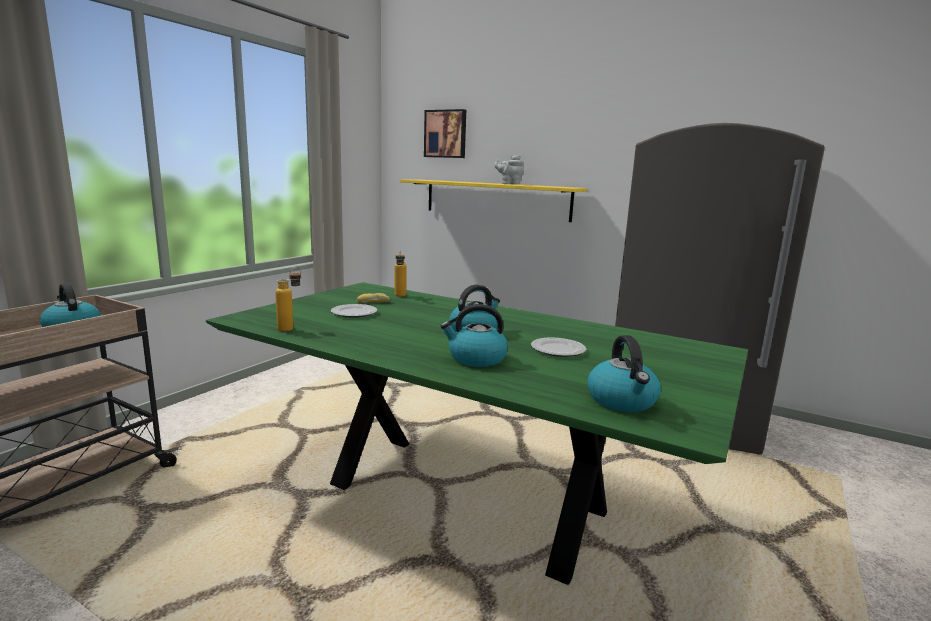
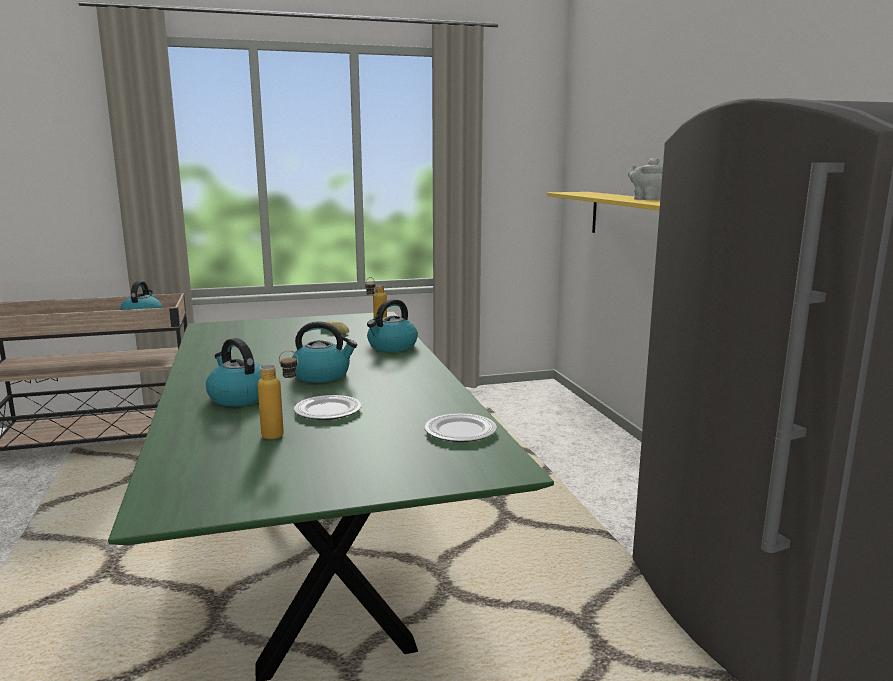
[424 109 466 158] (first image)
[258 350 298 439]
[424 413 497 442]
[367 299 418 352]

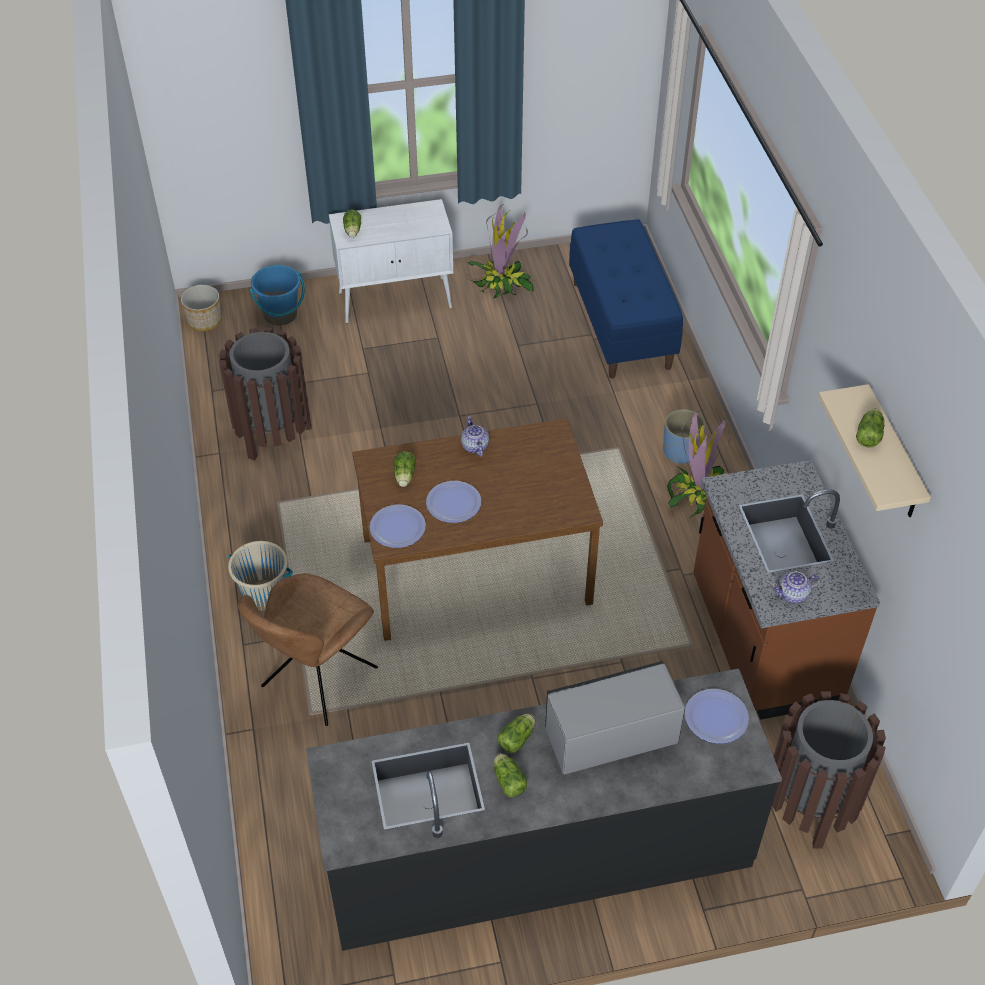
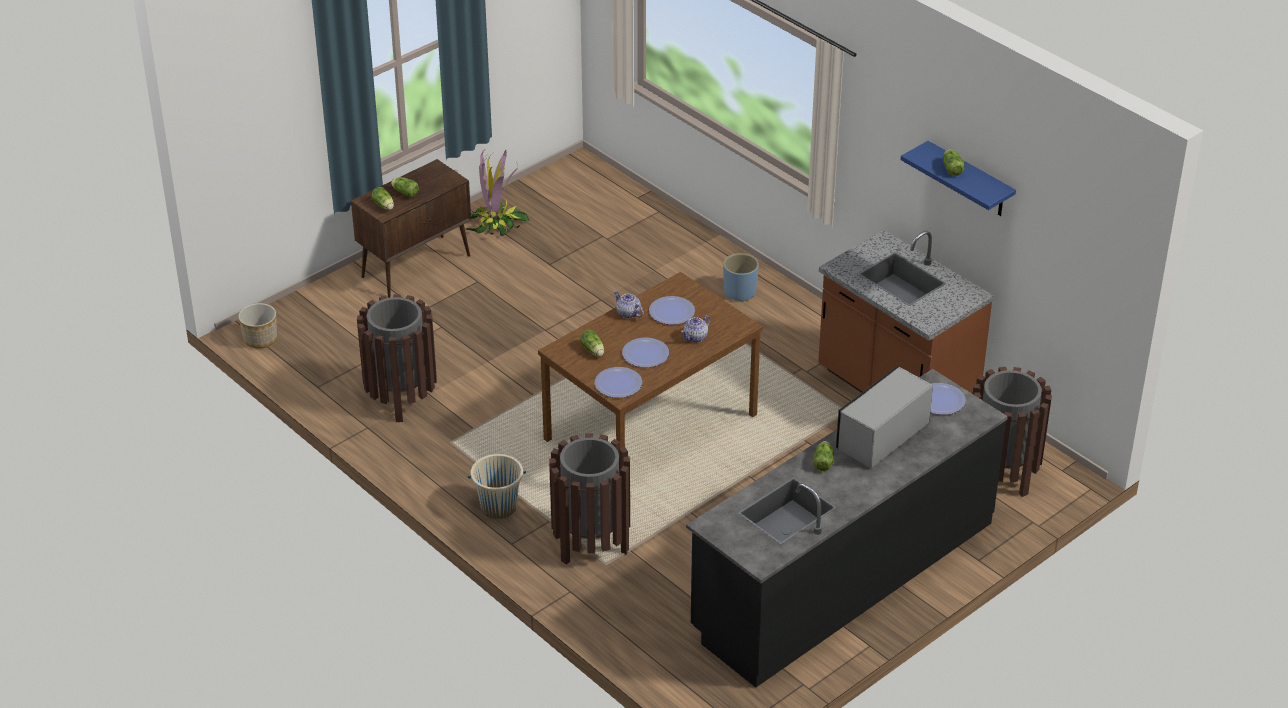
[351 159 471 298]
[569 219 683 379] (first image)
[250 265 305 325] (first image)
[901 141 1016 216]
[667 411 731 518] (first image)
[681 315 711 343]
[549 433 630 565]
[391 177 419 197]
[649 296 695 325]

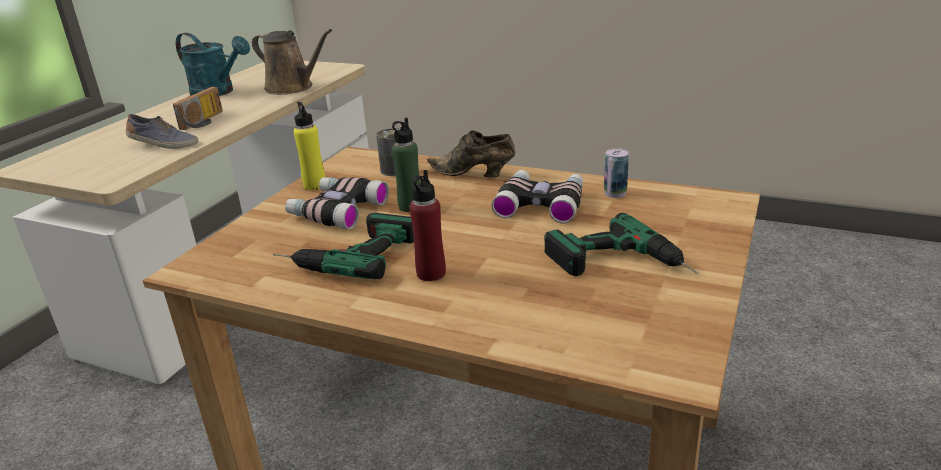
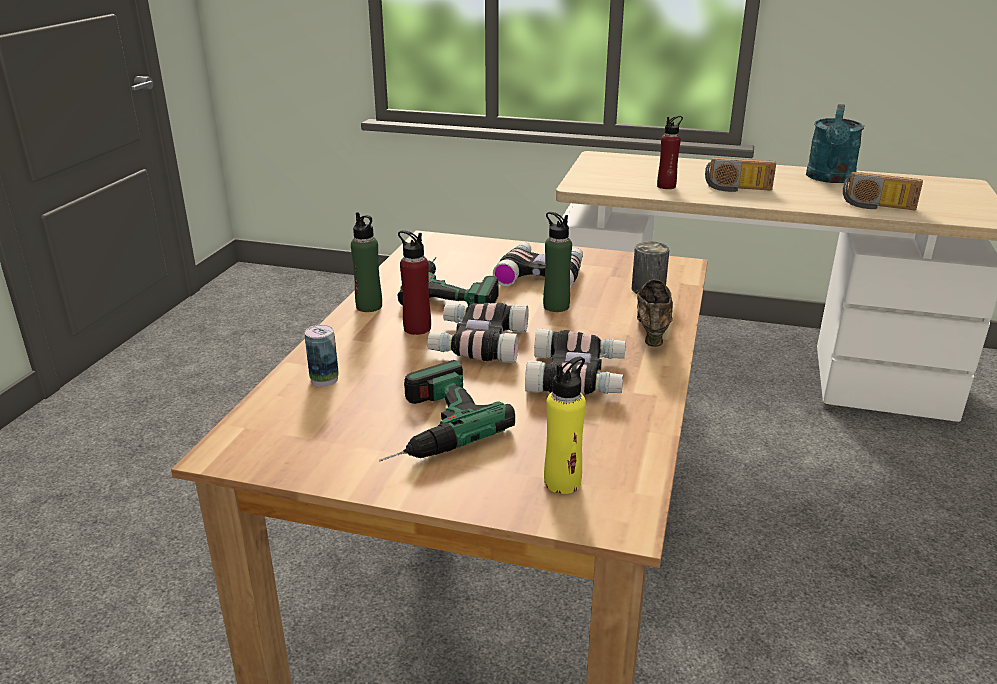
[843 172 923 210]
[544 357 586 494]
[657 116 683 189]
[305 325 339 387]
[351 212 382 312]
[427 303 529 363]

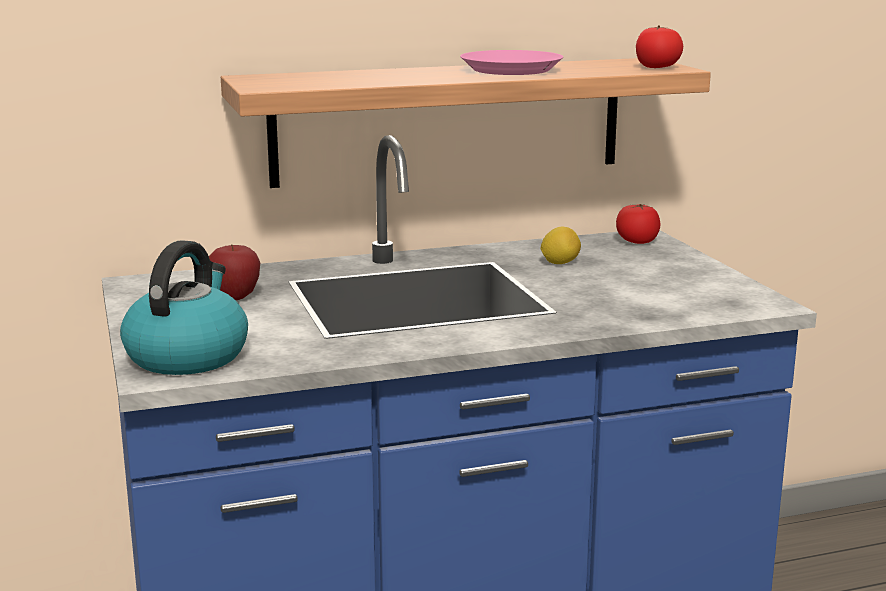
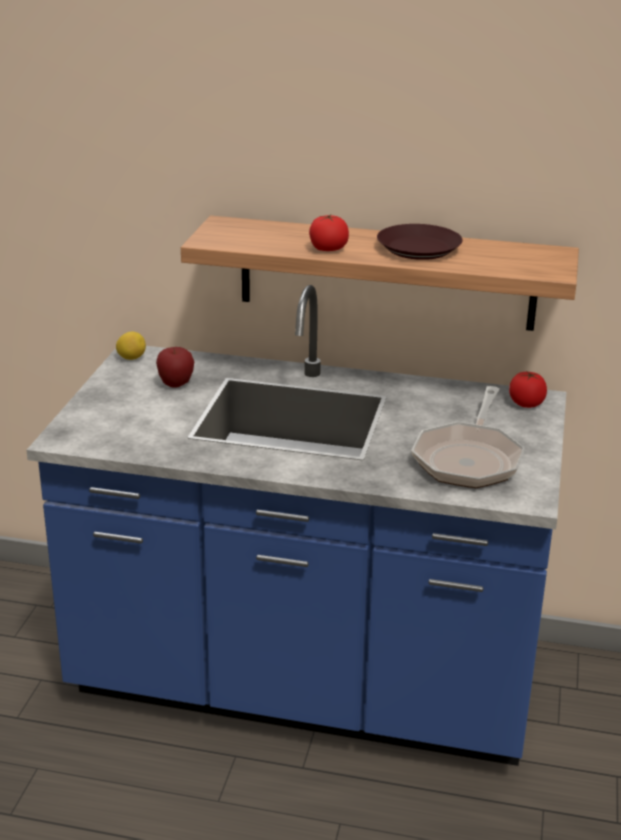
[309 215 349 251]
[377 224 463 260]
[116 332 146 360]
[120 241 248 375] (first image)
[411 386 524 488]

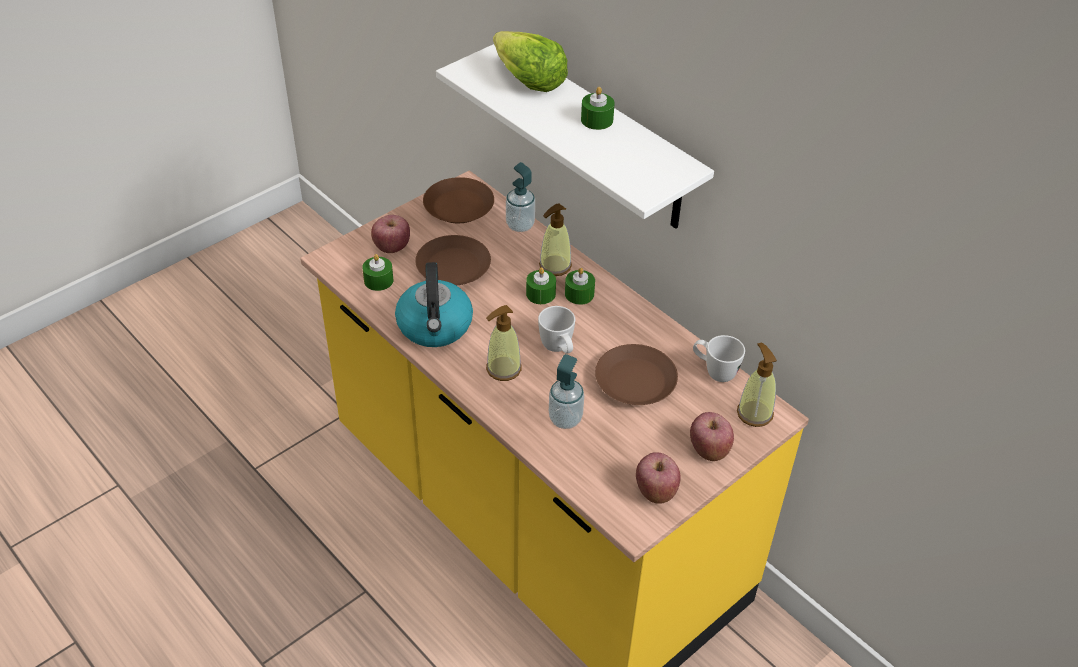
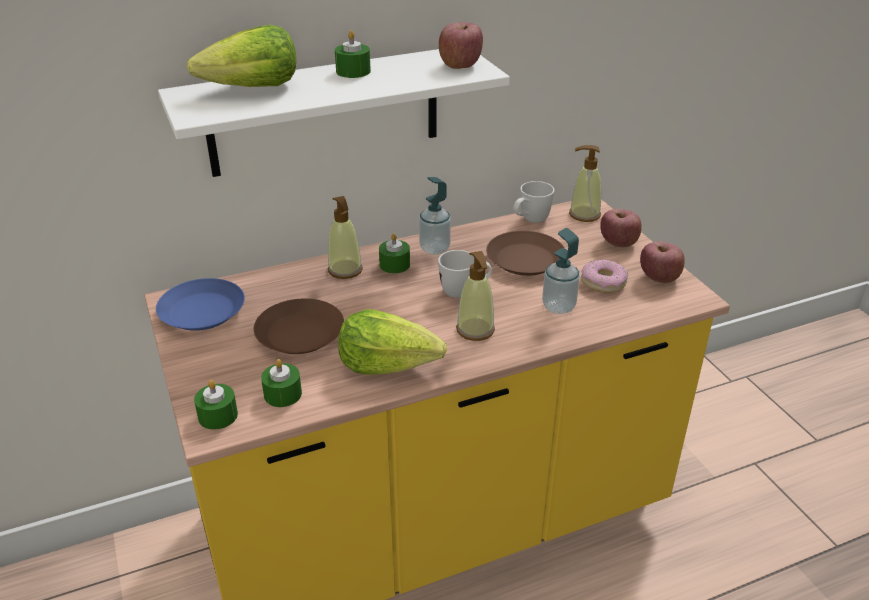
[419 177 451 255]
[156 278 245 331]
[439 22 483 69]
[338 309 447 375]
[194 380 238 430]
[581 259 628 293]

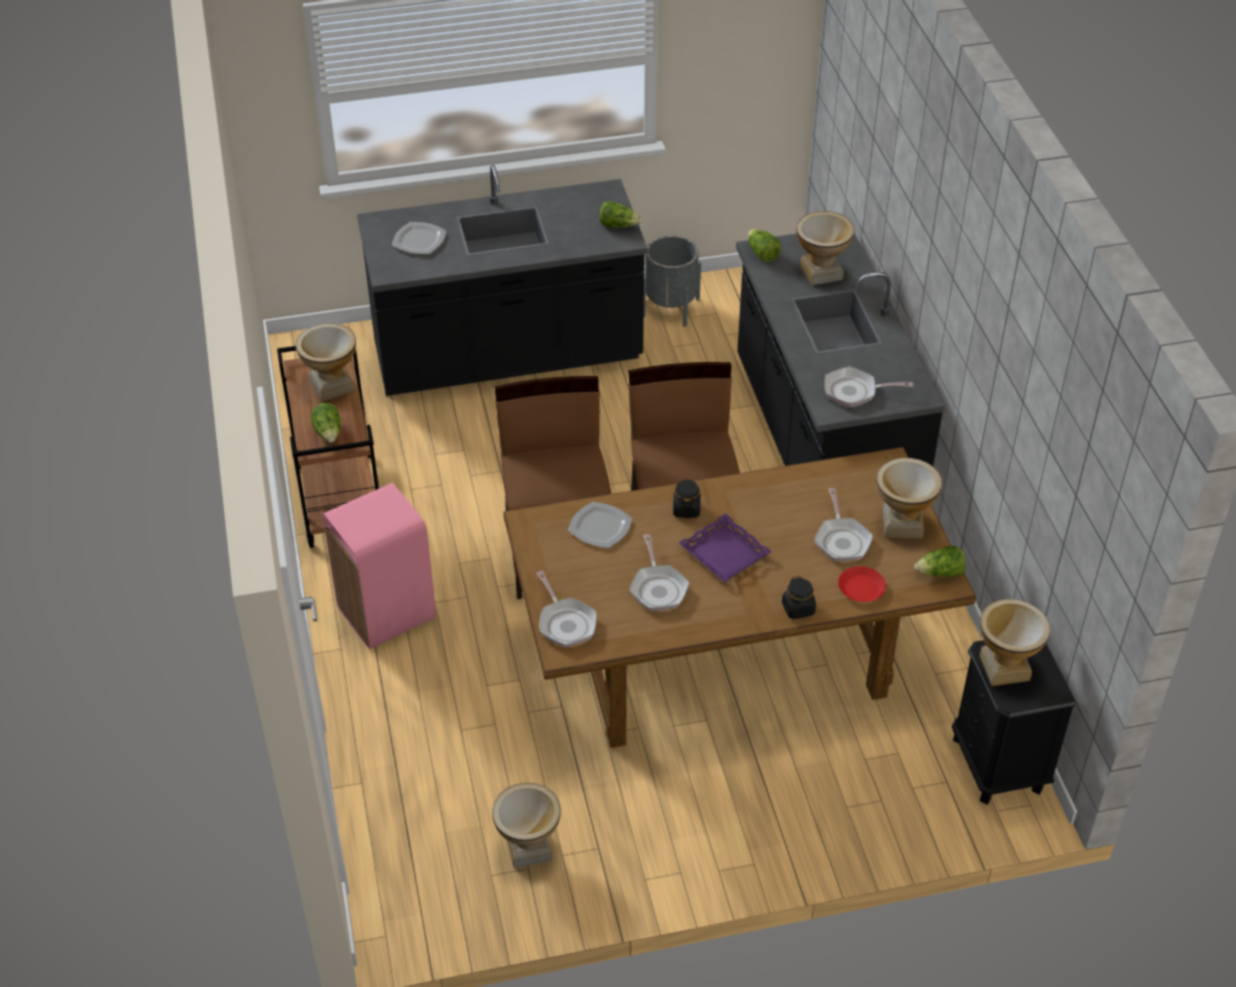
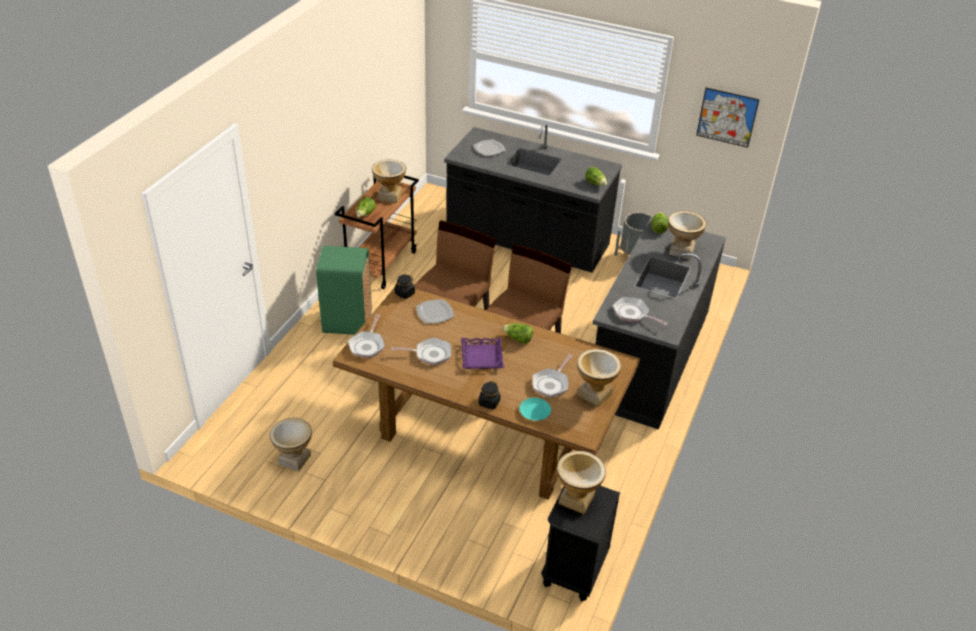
[395 275 415 299]
[316 246 372 335]
[391 337 451 365]
[502 323 533 344]
[519 398 551 421]
[696 87 760 148]

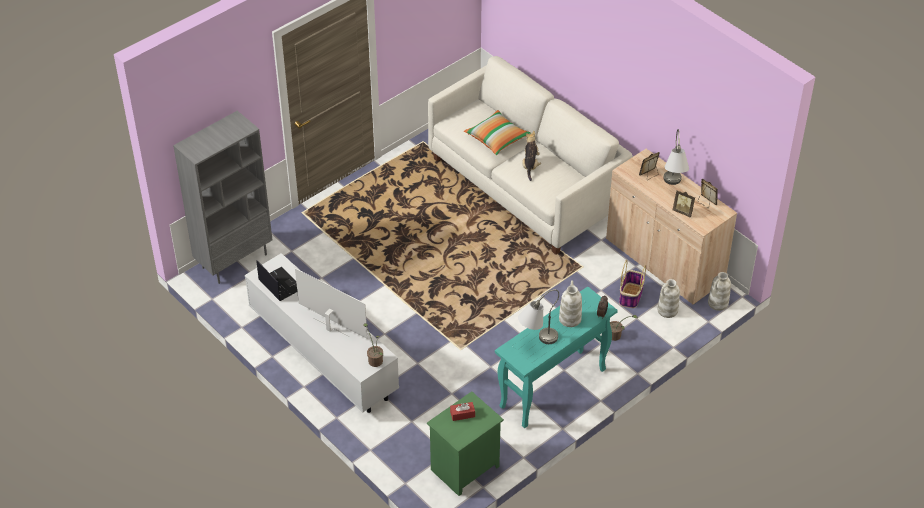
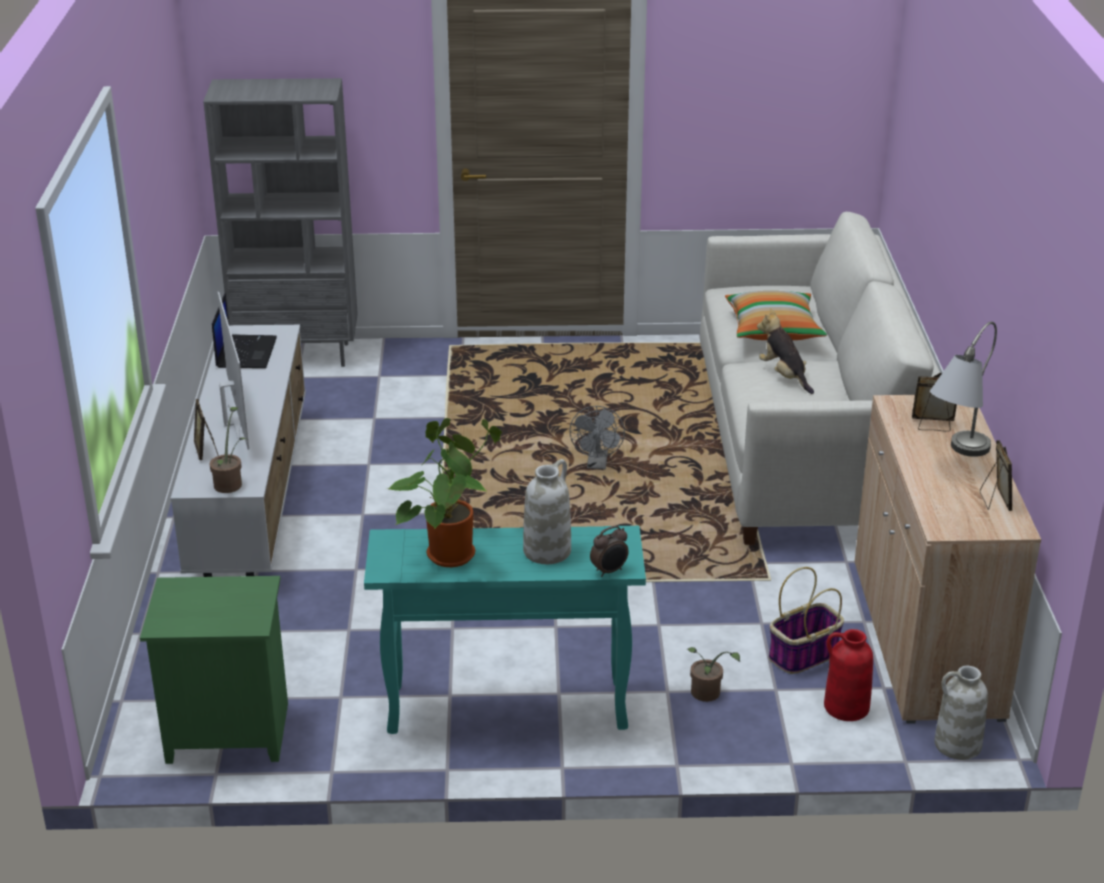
[757 308 814 394]
[194 399 219 460]
[824 629 873 721]
[388 418 502 567]
[450 402 475 421] (first image)
[569 406 625 469]

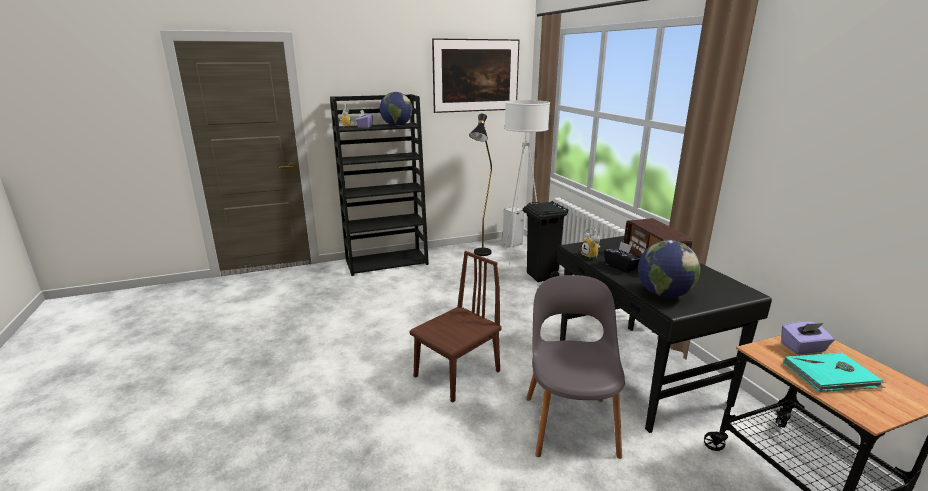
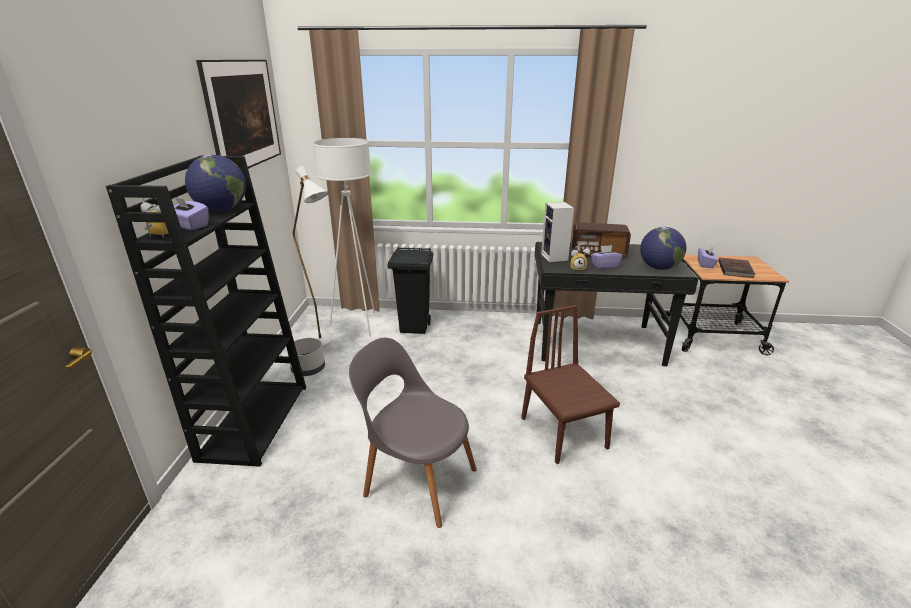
[293 166 332 347]
[541 202 574 262]
[591 245 623 269]
[349 338 477 528]
[718 258 756 278]
[288 338 325 376]

